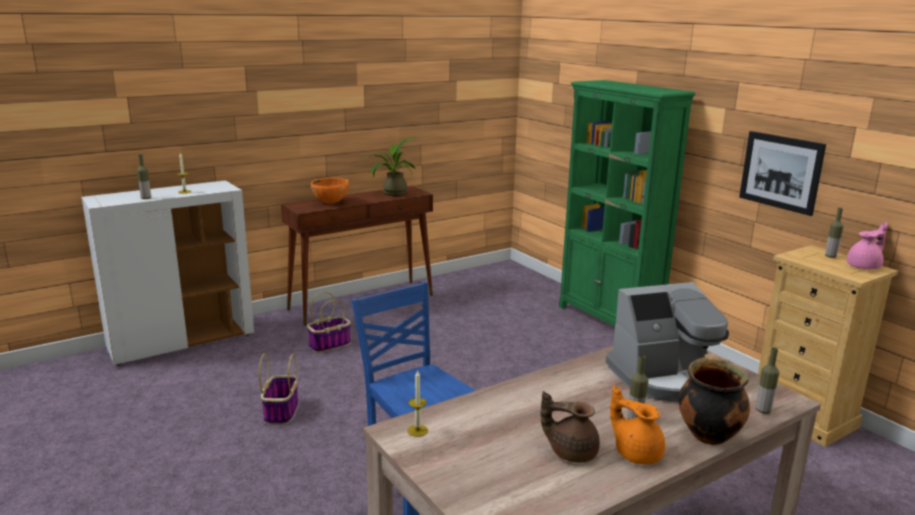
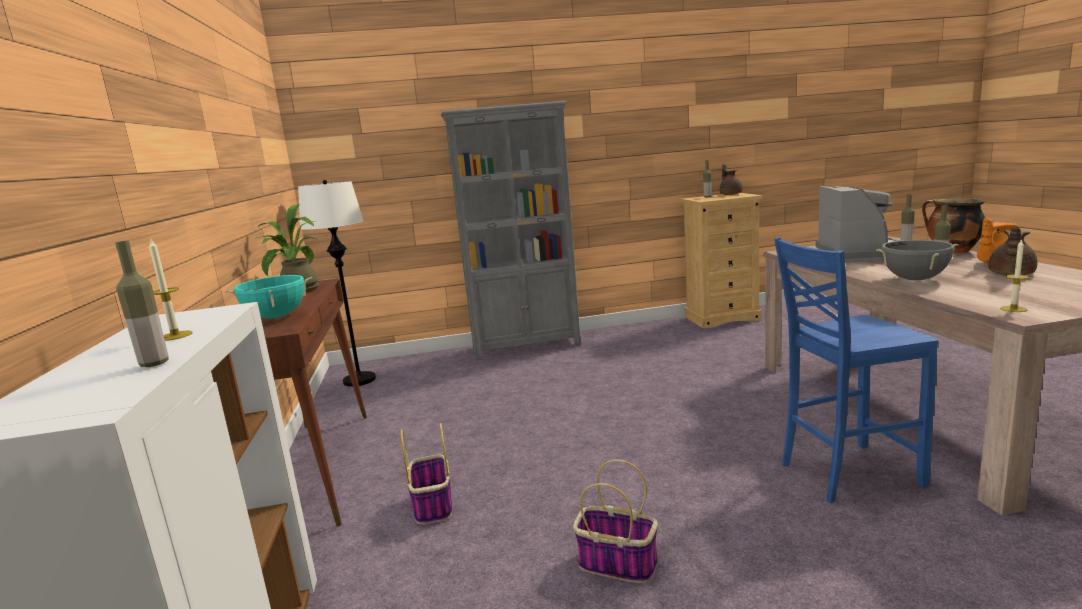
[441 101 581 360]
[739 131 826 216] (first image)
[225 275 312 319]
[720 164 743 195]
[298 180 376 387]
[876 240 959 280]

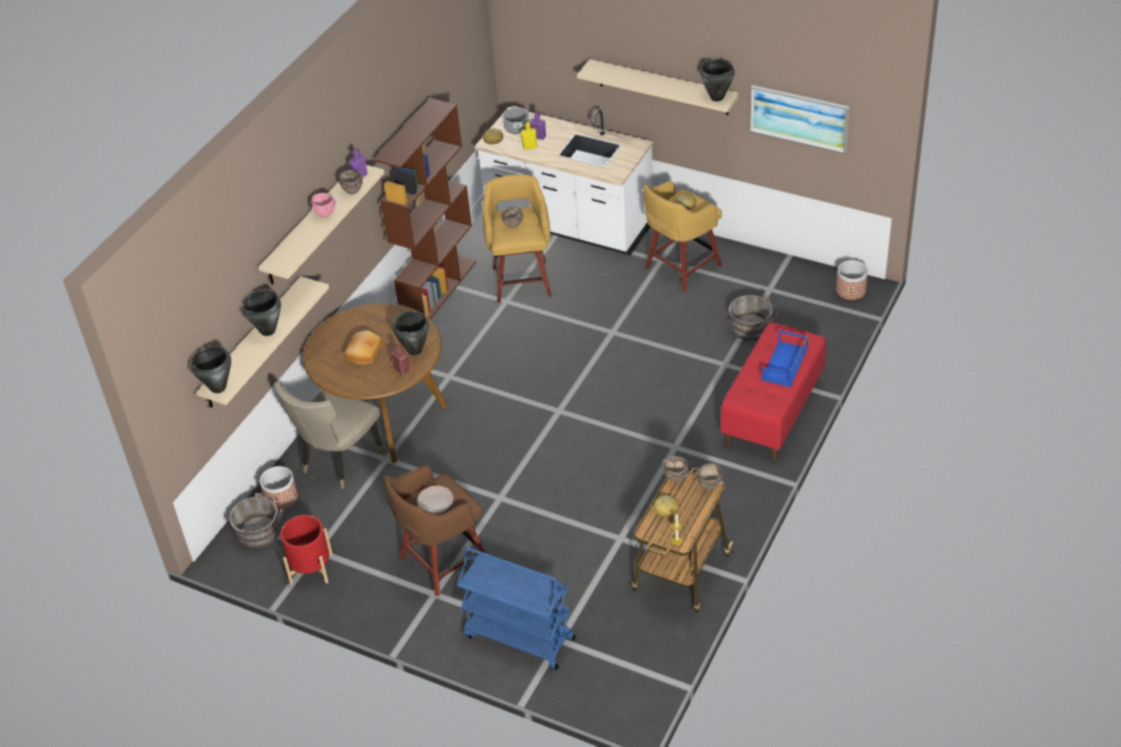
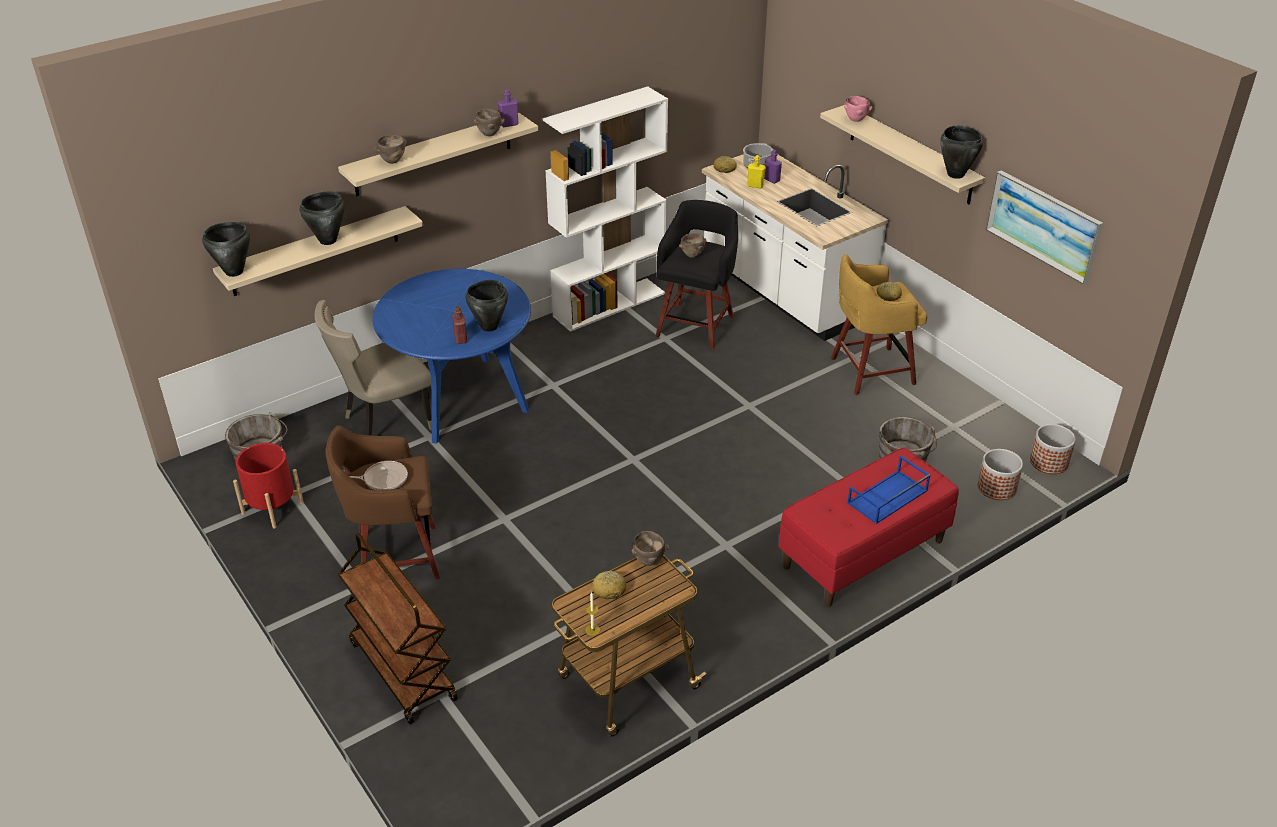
[543 86 668 332]
[656 200 738 350]
[844 96 872 122]
[372 269 531 444]
[345 330 382 364] (first image)
[375 135 407 164]
[978 449 1023 500]
[338 533 458 724]

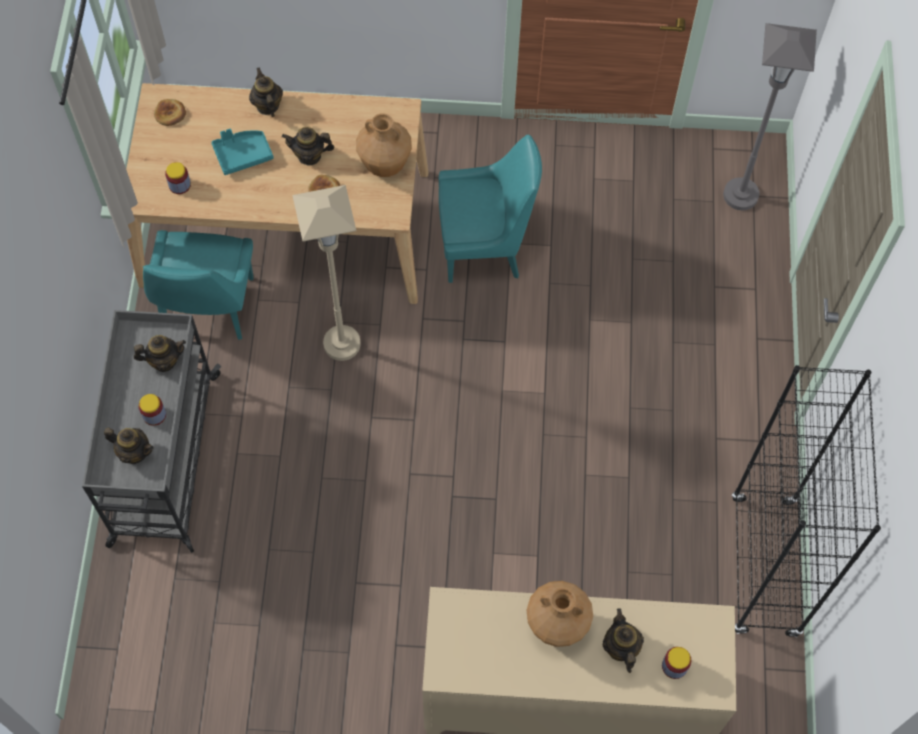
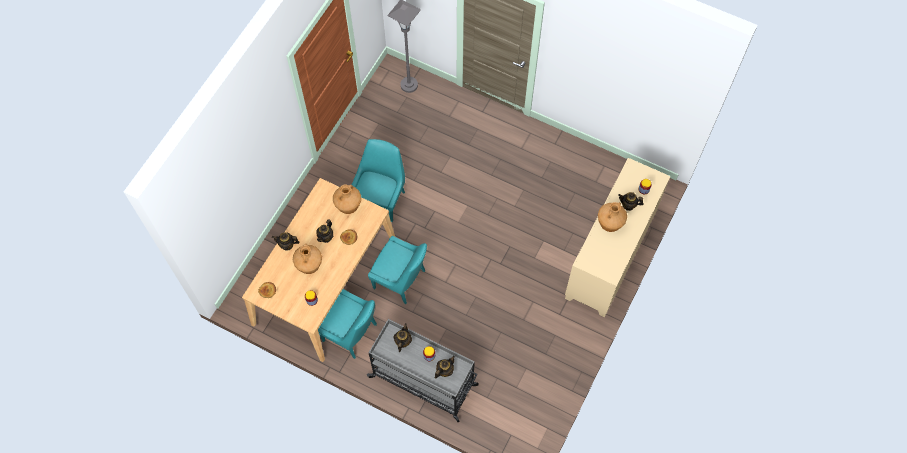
[293 243 322 274]
[368 236 427 304]
[732 365 881 638] (first image)

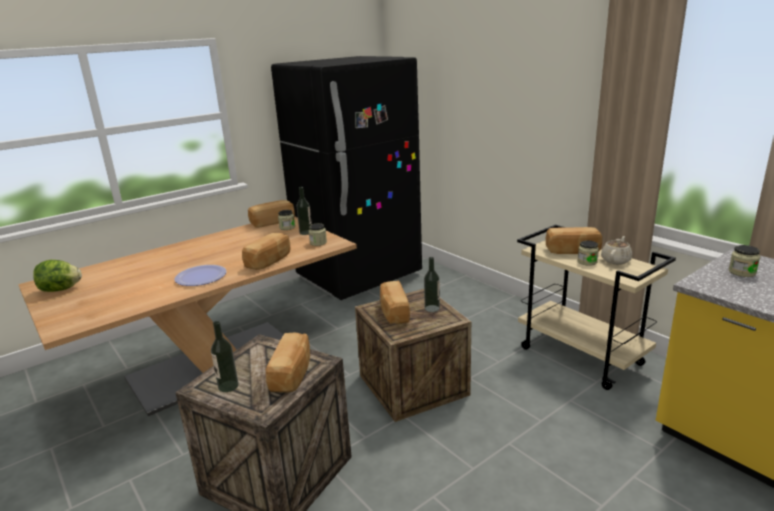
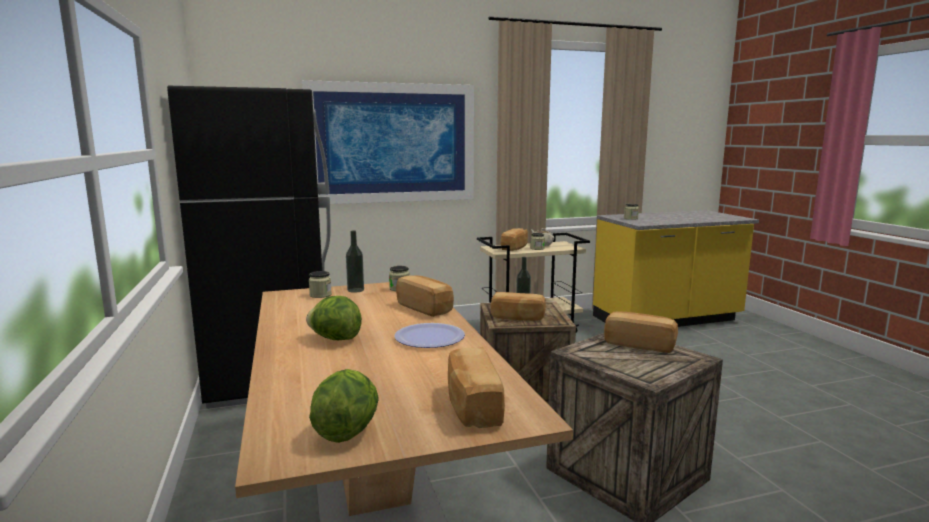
[448 347 505 428]
[211 321 239 392] (first image)
[302 80 474 204]
[306 296 362 340]

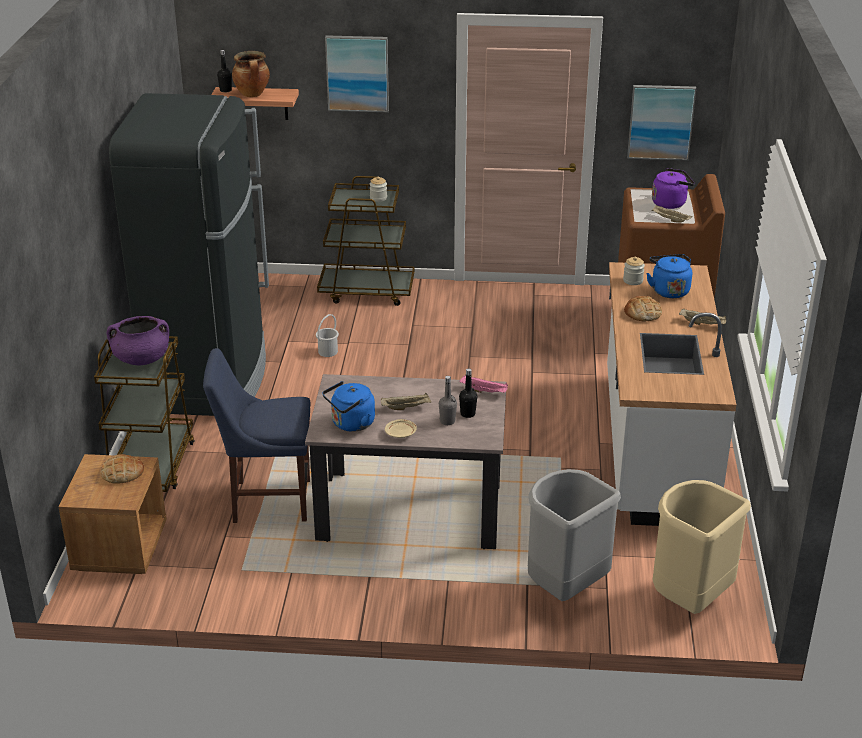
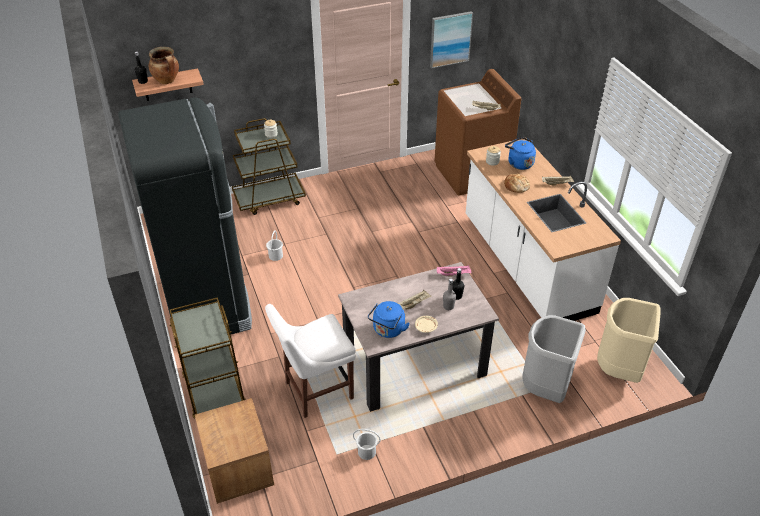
[325 35 389 112] (first image)
[652 168 695 209] (first image)
[107 316 169 365] (first image)
[265 304 356 418]
[101 454 144 484] (first image)
[353 429 381 460]

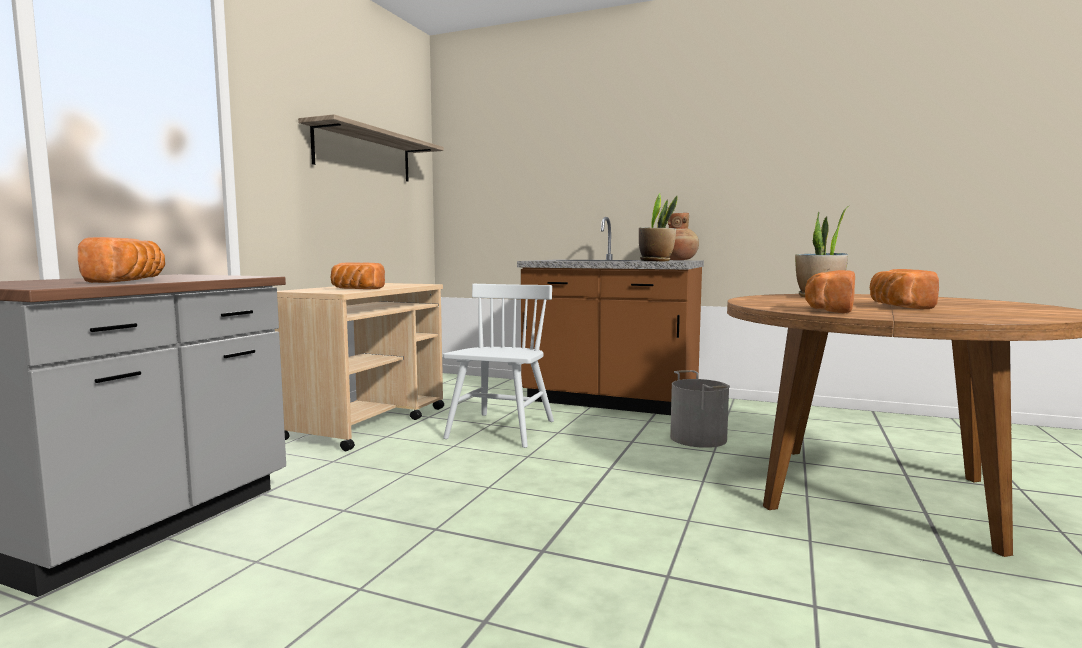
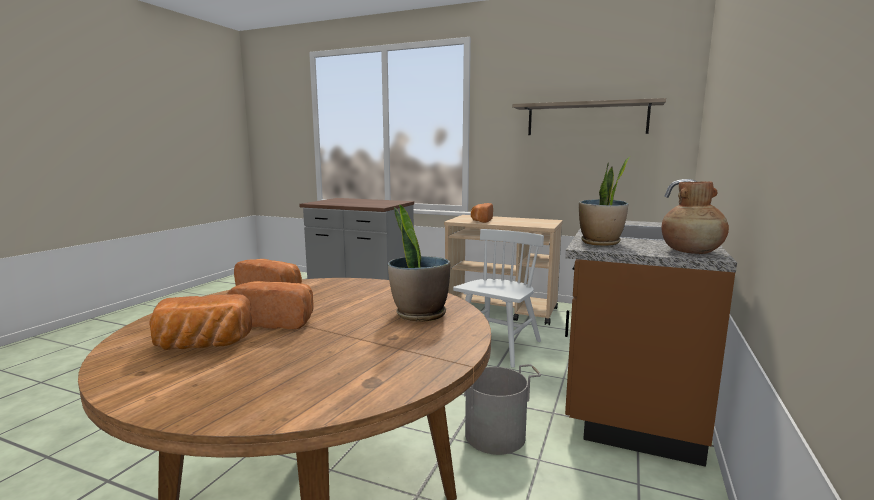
[149 294 252 350]
[453 229 544 368]

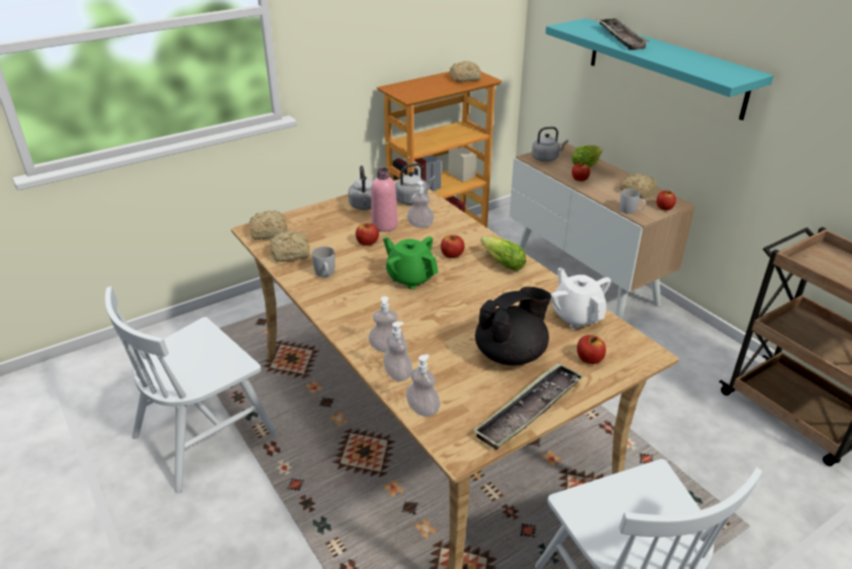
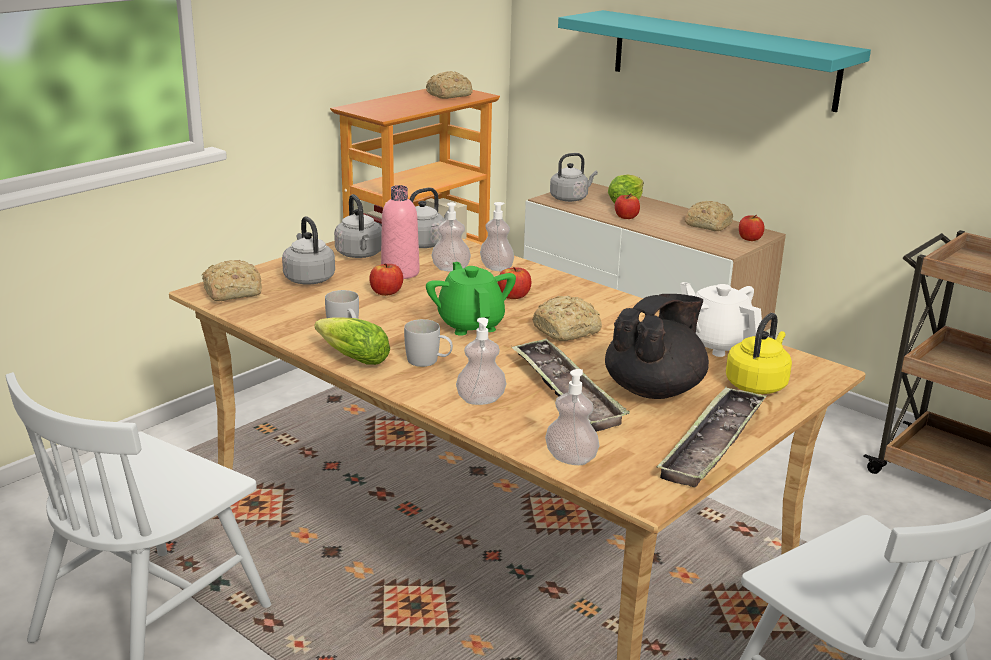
[511 339 630 432]
[404 319 453 367]
[532 296 602 341]
[426 262 516 336]
[314 317 390 365]
[480 202 514 271]
[726 313 792 394]
[282 216 335 285]

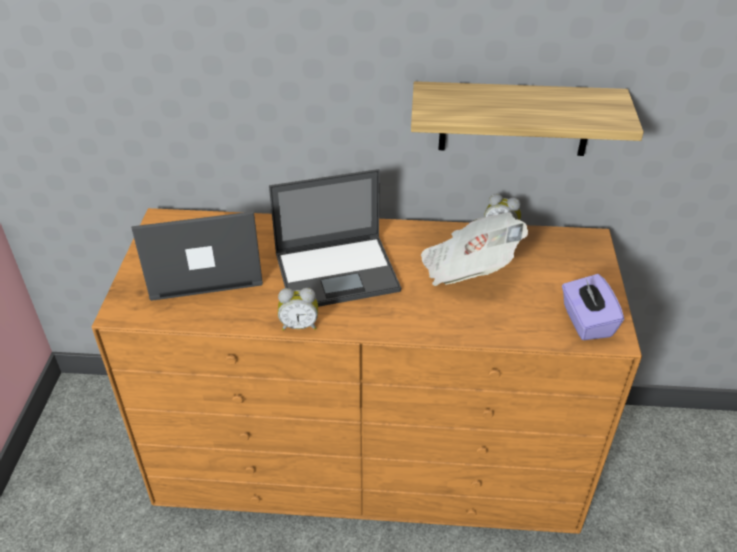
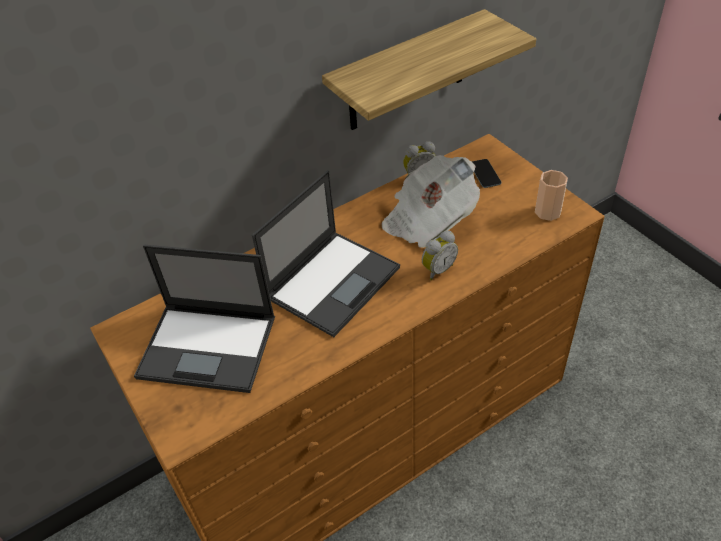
[134 245 275 393]
[535 170 568 221]
[422 231 458 280]
[472 159 501 188]

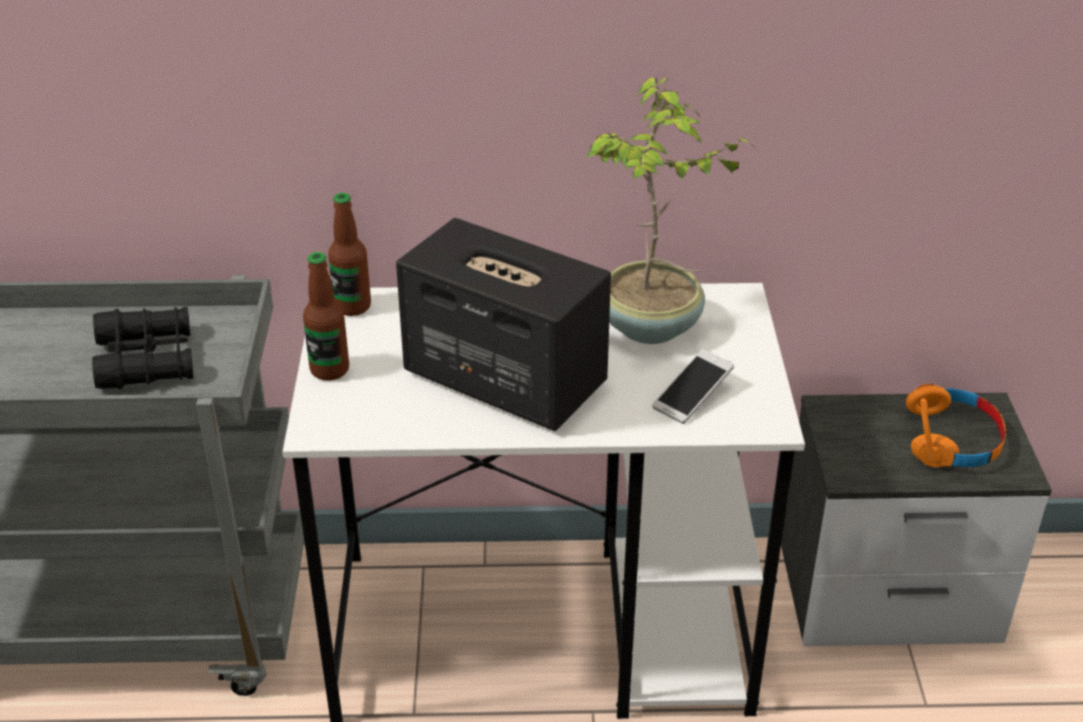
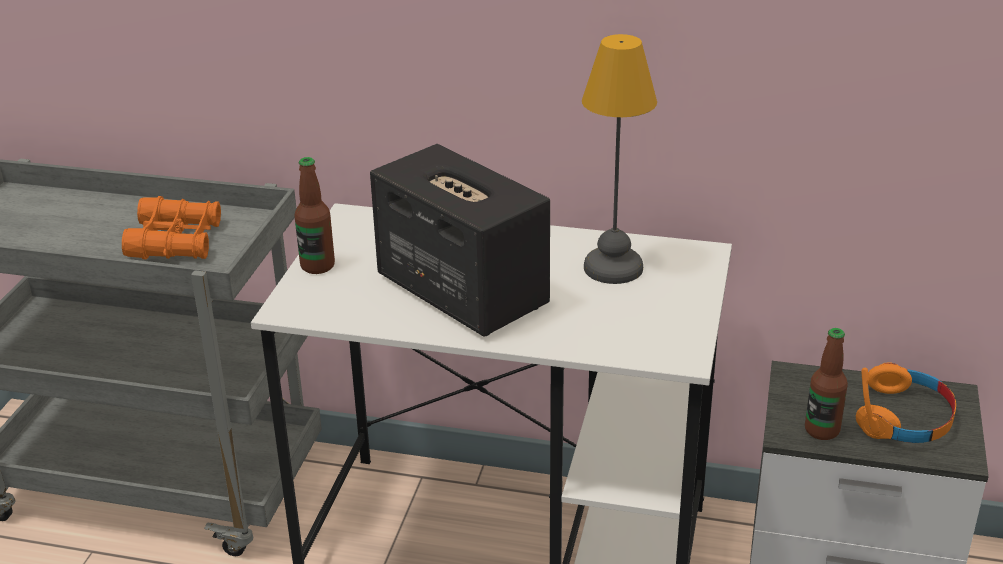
[582 34 657 284]
[805 328 848 440]
[122 196 221 260]
[652 349 734 424] (first image)

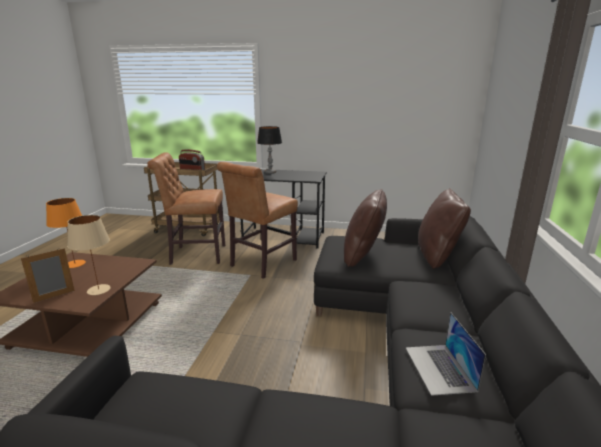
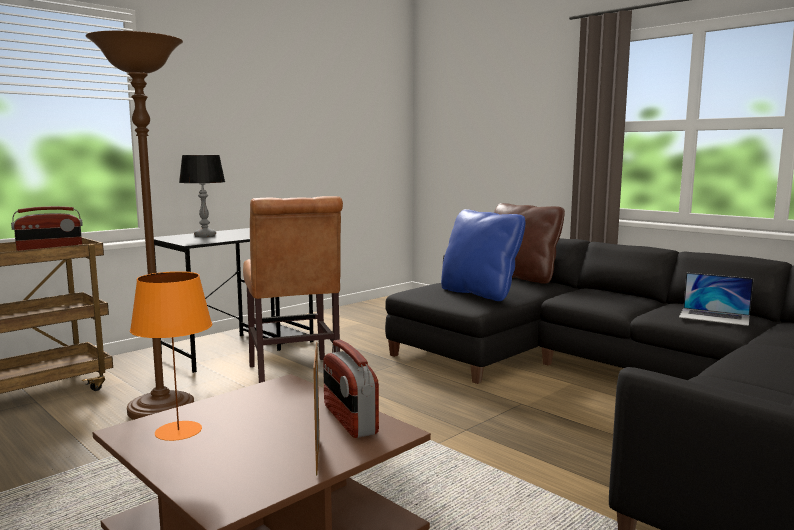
[86 31 194 420]
[441 209 526 301]
[323 340 379 438]

